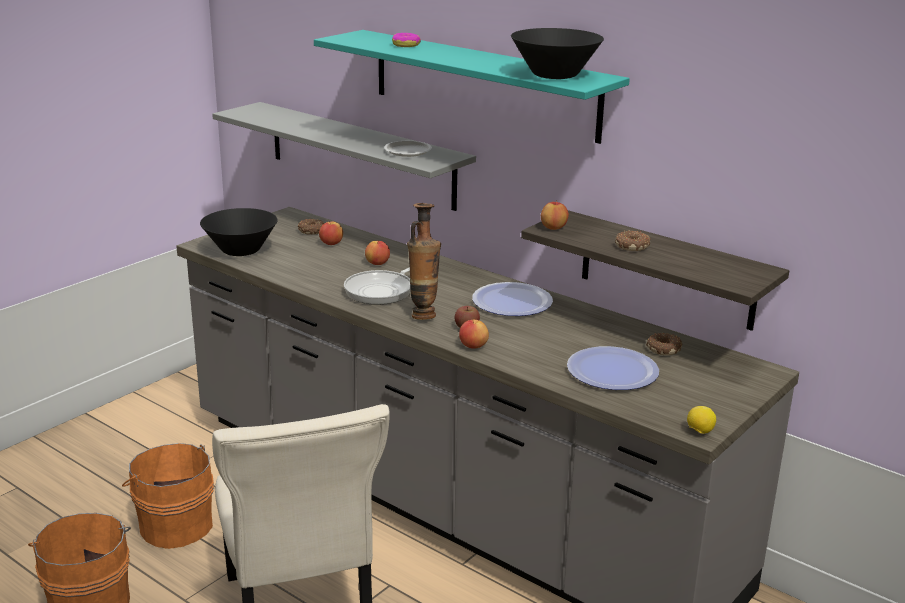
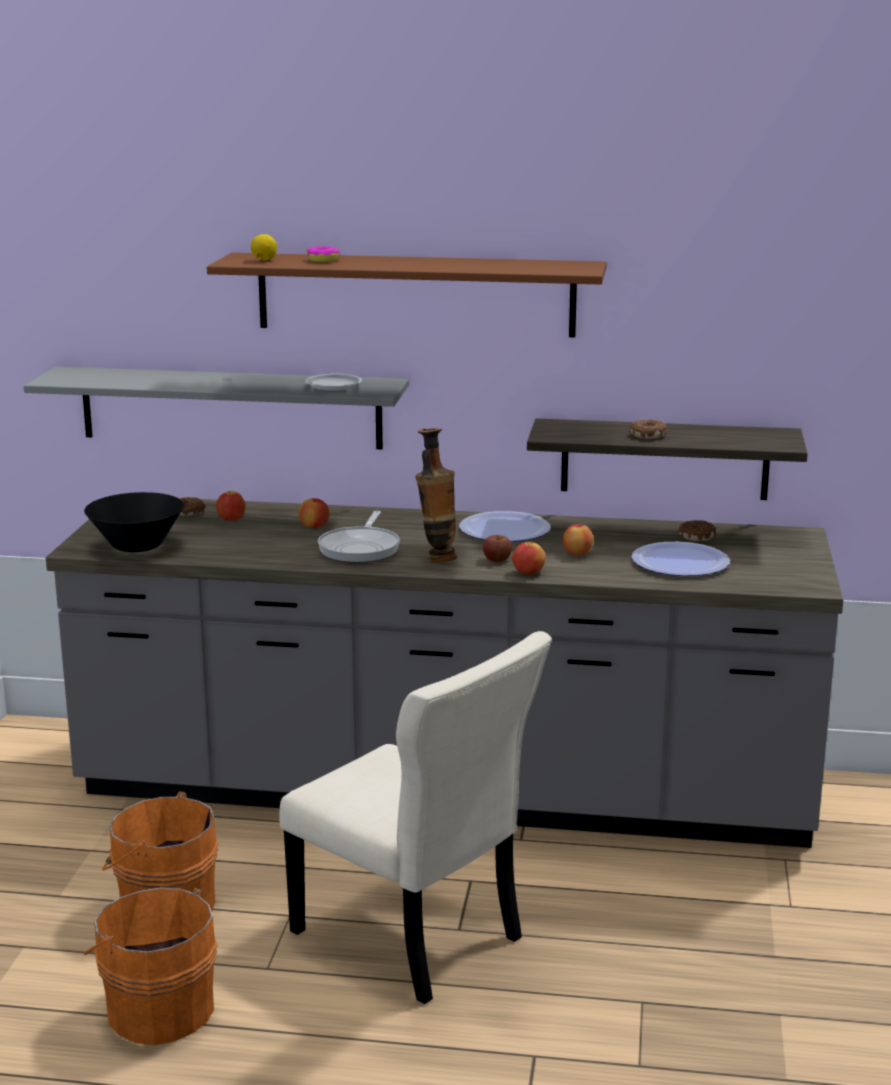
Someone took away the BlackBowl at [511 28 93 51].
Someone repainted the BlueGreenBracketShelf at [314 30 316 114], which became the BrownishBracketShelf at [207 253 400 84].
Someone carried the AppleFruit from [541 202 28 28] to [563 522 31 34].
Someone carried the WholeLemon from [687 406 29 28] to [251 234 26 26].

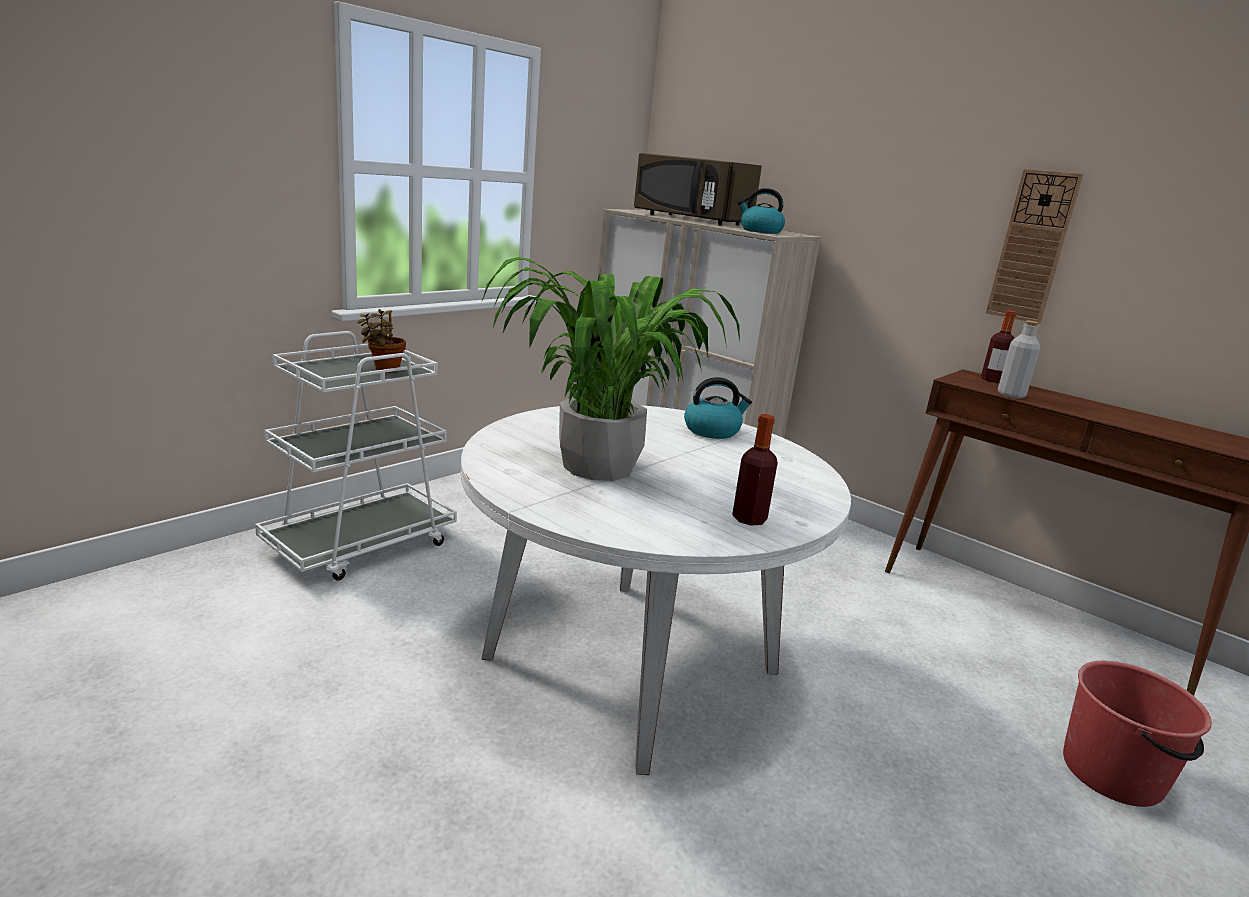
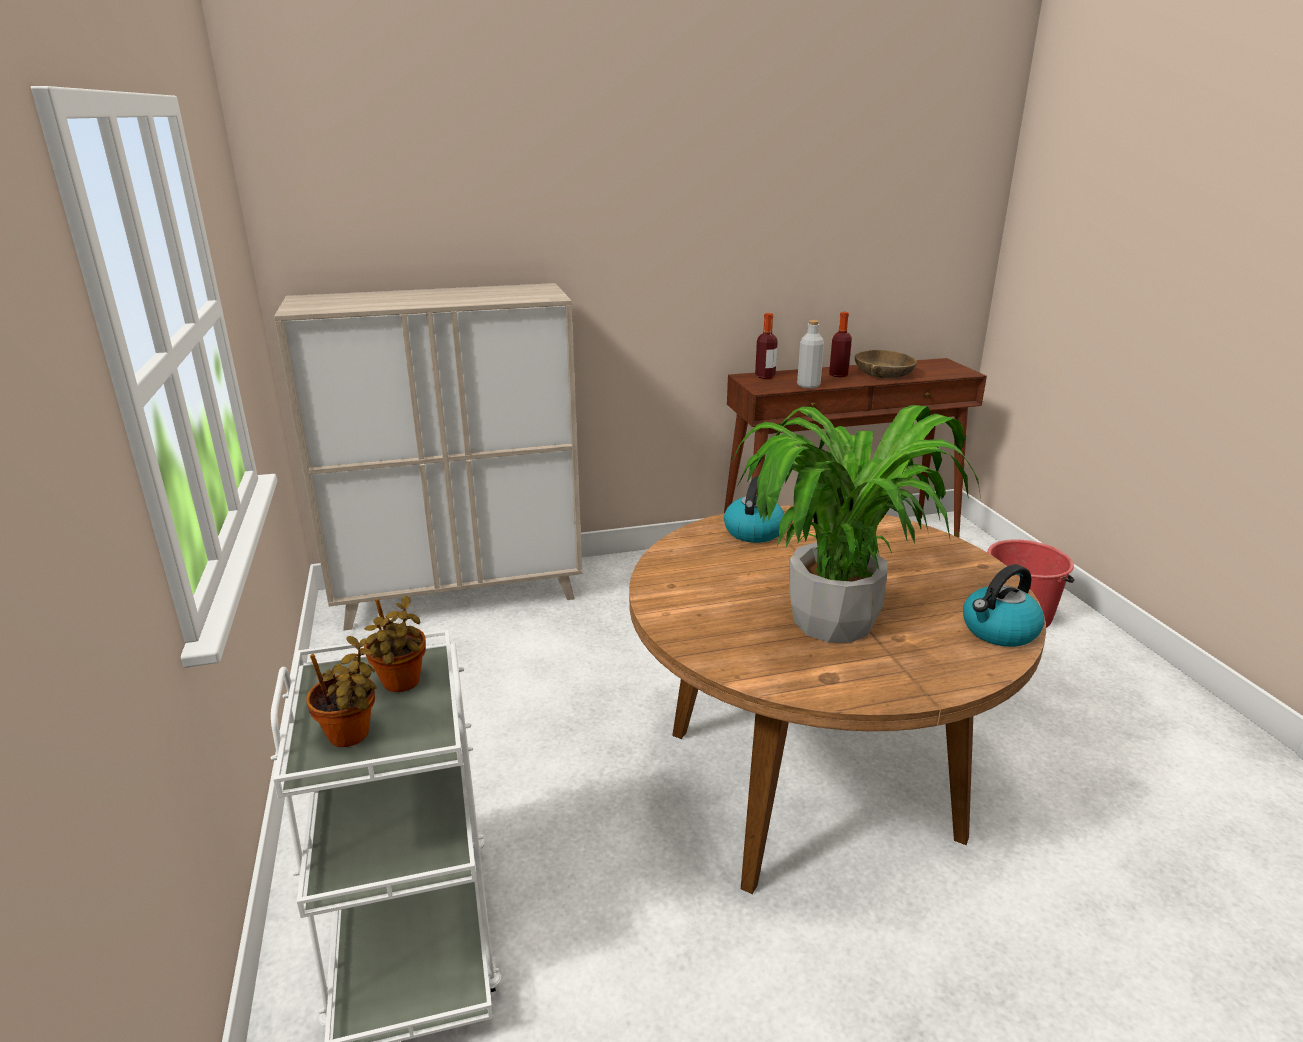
Someone took away the BrownishKitchenMicrowave at [634 153 128 73].
Someone took away the ClockOnTheWall at [986 169 98 155].
Someone carried the Kettle from [738 188 47 46] to [963 564 82 83].
Someone repainted the WhiteColouredDinnerTable at [461 405 390 370], which became the BrownishDinnerTable at [629 505 417 389].
Someone carried the BeverageBottle from [732 414 46 112] to [829 312 23 65].
Someone put down the BrownishBowl at [855 350 62 28].
Someone put down the PottedPlant at [306 636 71 111].

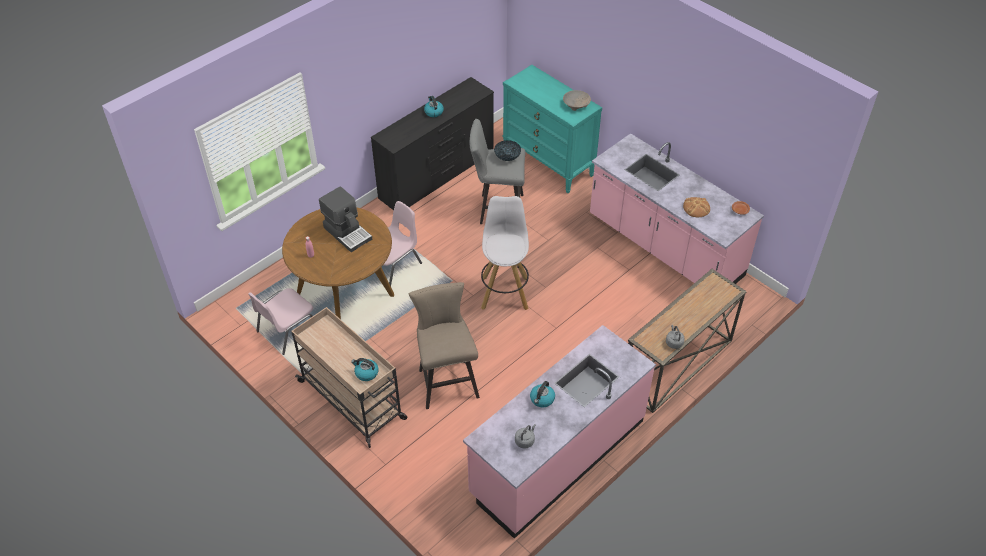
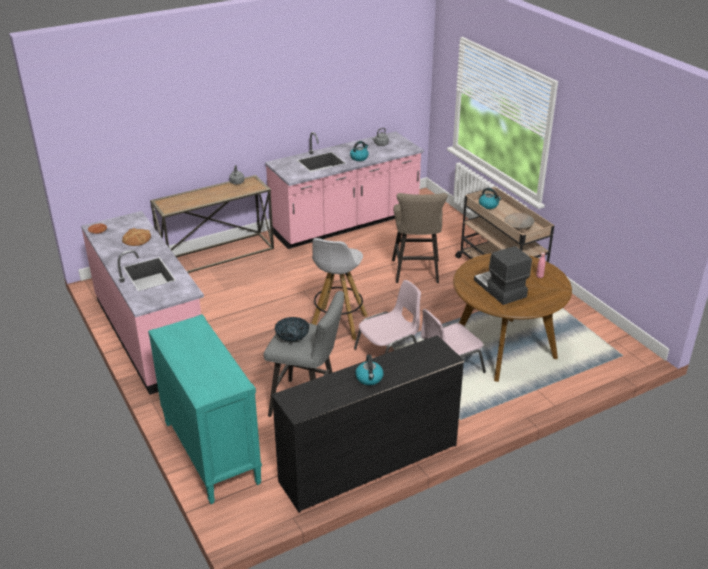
Someone carried the BeigeBowl from [563 90 28 21] to [505 213 30 18].
Someone carried the PinkishPlainChair from [248 288 65 67] to [354 280 67 74].

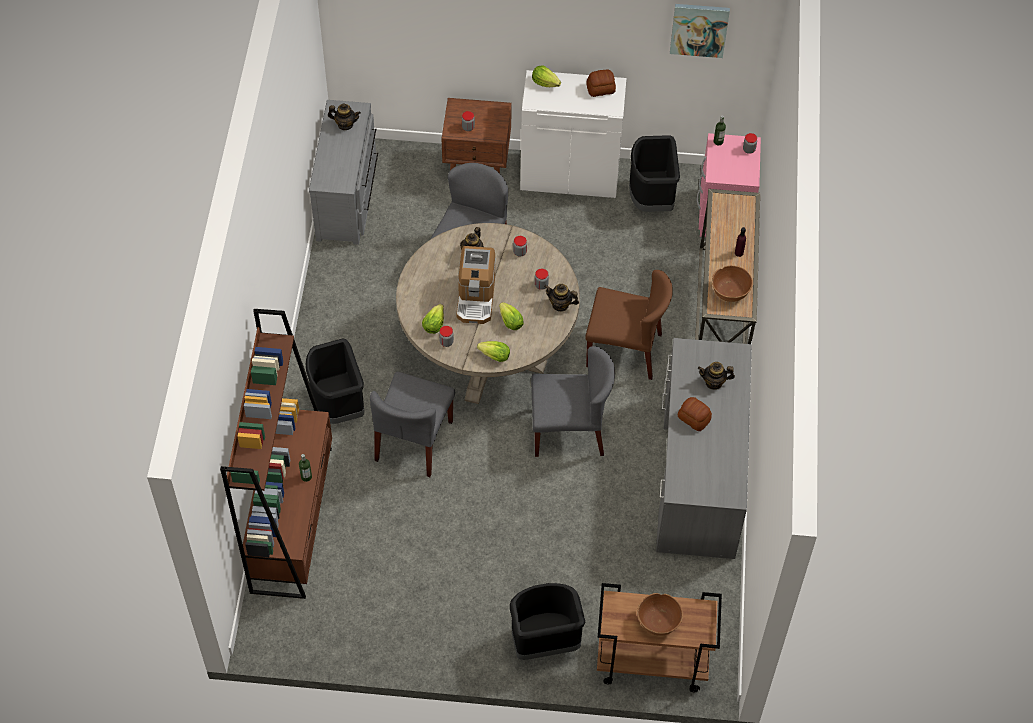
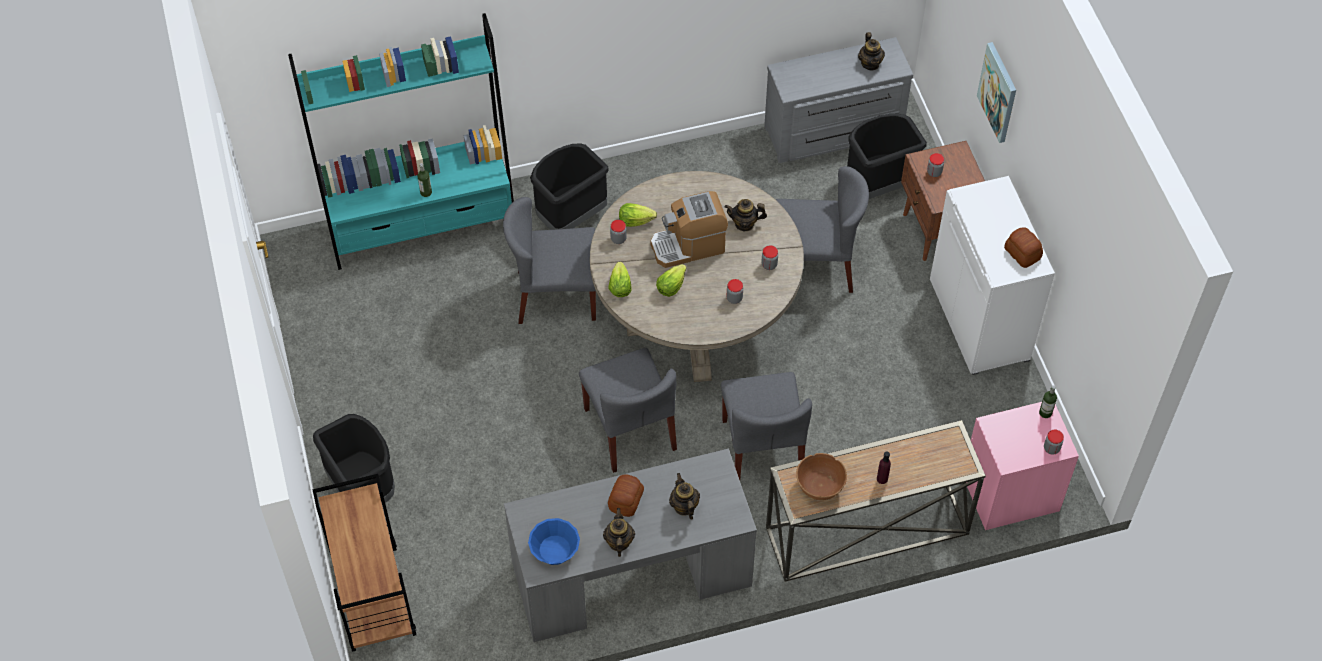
Someone carried the WallPicture from [670 4 60 54] to [977 42 39 101].
Someone took away the HeadOfLettuce at [532 65 29 22].
Someone carried the BlackWasteBin from [629 135 51 77] to [847 114 80 85].
Someone repainted the BrownishPlainChair at [585 270 88 110], which became the GreyPlainChair at [721 372 91 108].
Someone carried the PotForTea from [544 284 35 28] to [603 508 32 49].
Someone repainted the BrownishBookcase at [220 309 112 290], which became the BlueGreenBookcase at [288 13 226 257].
Someone took away the BrownishBowl at [637 593 46 42].
Someone put down the BlueColouredBowl at [528 518 52 47].

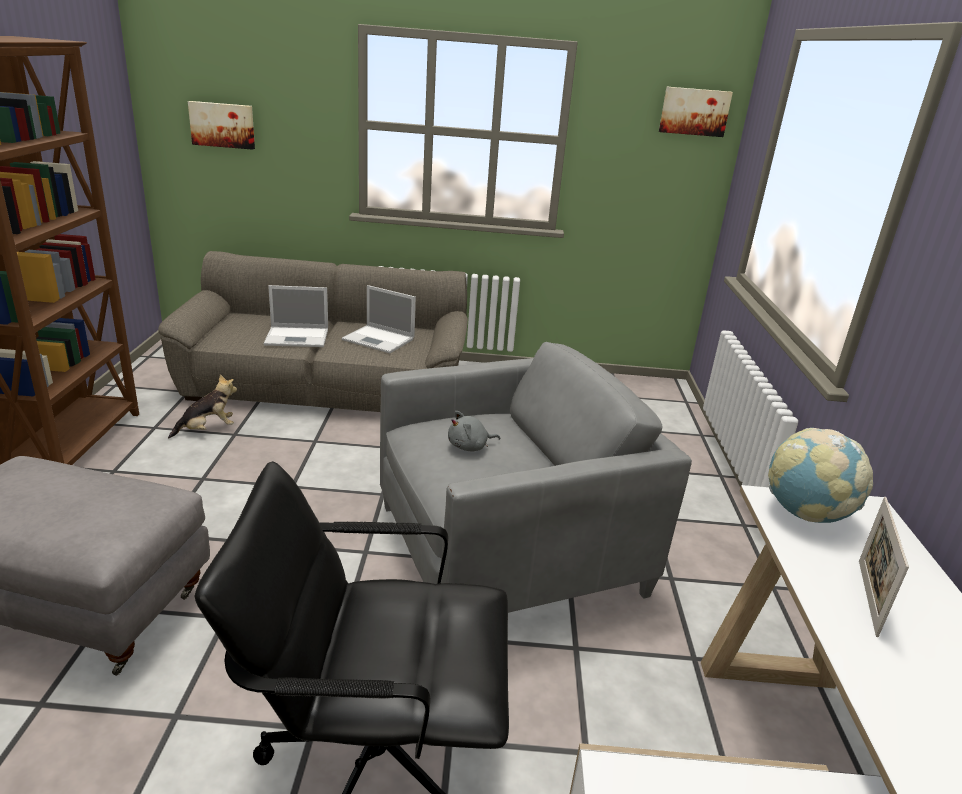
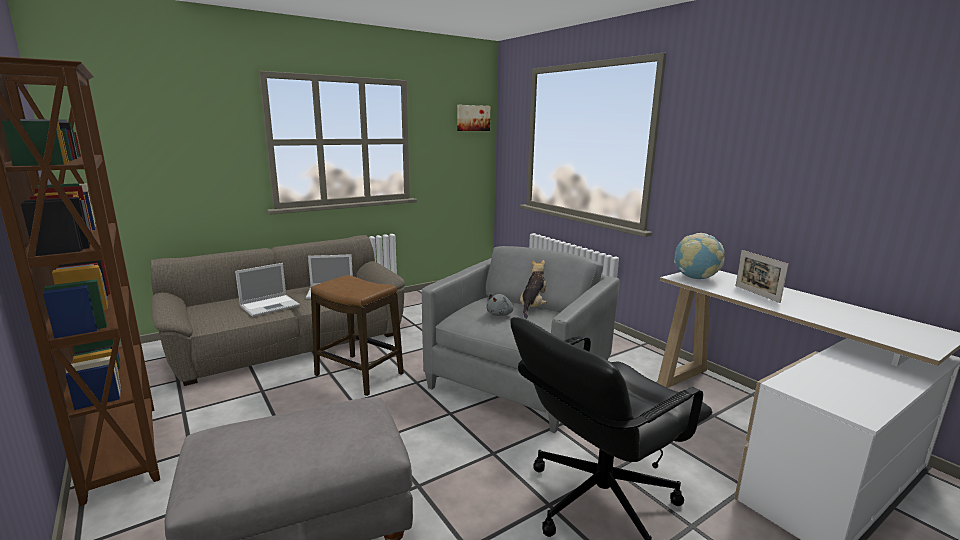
Someone took away the WallPicture at [188 101 67 49].
Someone carried the PlushToy from [168 374 69 65] to [520 260 27 59].
Someone put down the Stool at [311 275 93 121].

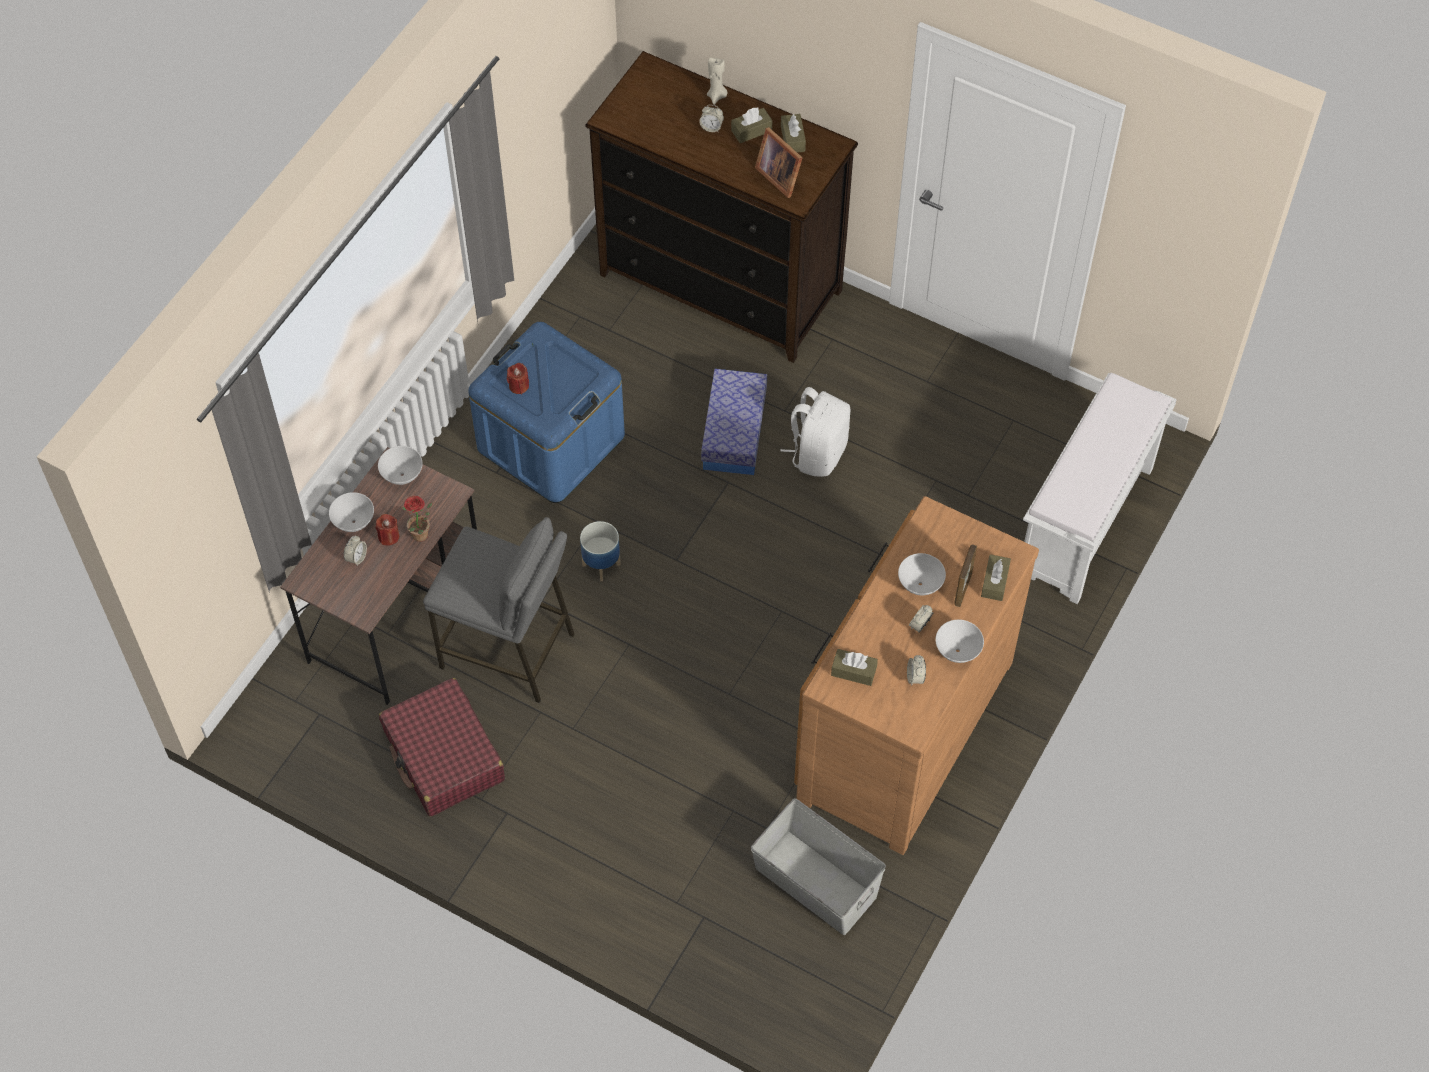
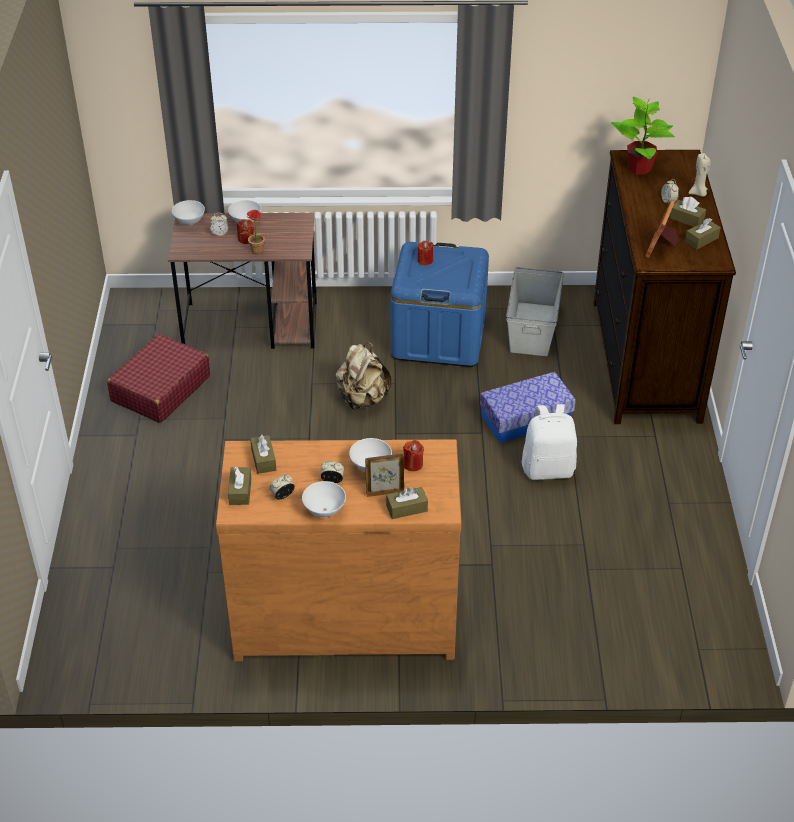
Someone took away the WhiteColouredIndoorBench at [1023 373 154 231].
Someone carried the WhiteColouredBowl from [378 446 44 39] to [172 200 33 25].
Someone took away the GreyStool at [423 517 152 186].
Someone swapped the Planter at [580 521 41 60] for the BeigeBackpack at [336 343 56 67].
Someone carried the GreyStorageBin from [751 798 135 137] to [506 267 58 89].
Someone put down the PottedPlant at [611 97 64 78].
Someone put down the ReddishWaxLight at [403 440 21 31].
Someone put down the BrownishBoxOfTissues at [228 467 23 38].

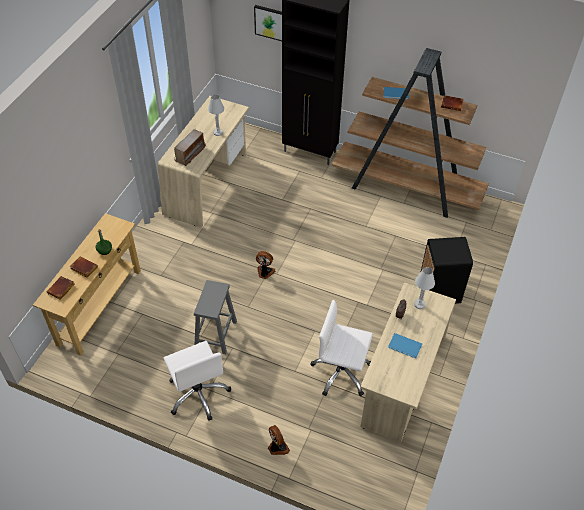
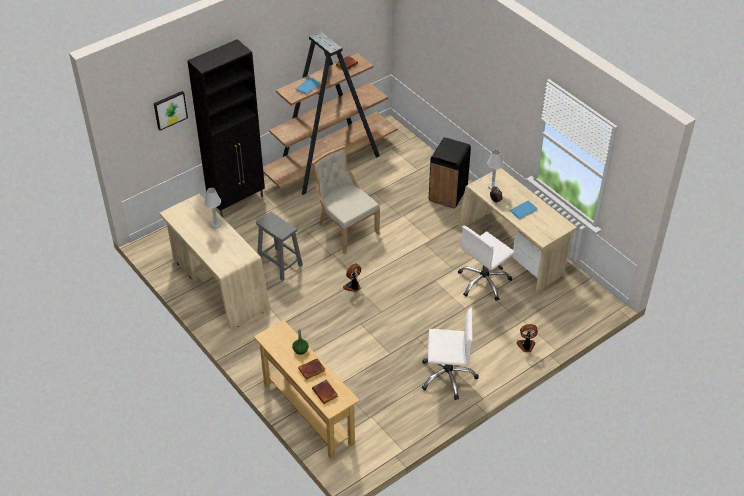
Someone took away the RadioSet at [174 129 32 37].
Someone carried the GreyStool from [194 280 43 74] to [256 212 47 69].
Someone put down the BeigePlainChair at [312 146 68 108].

